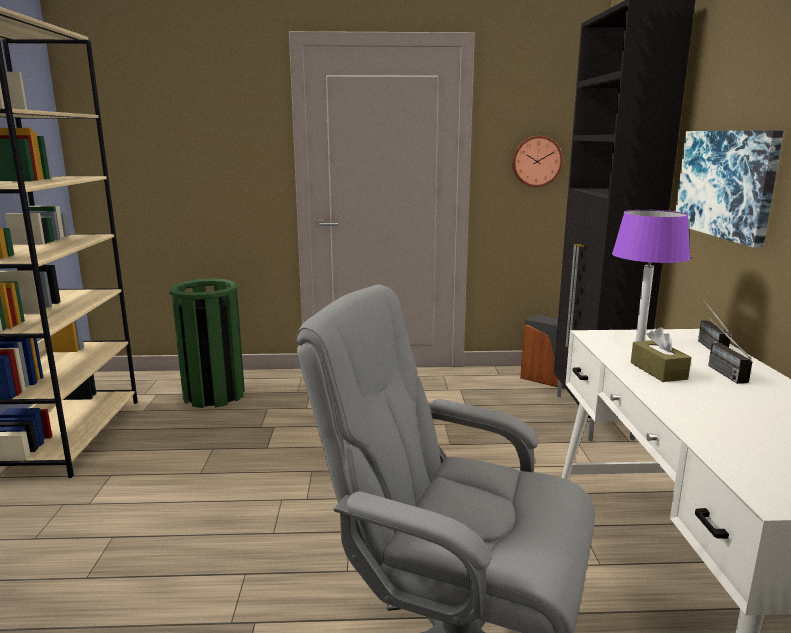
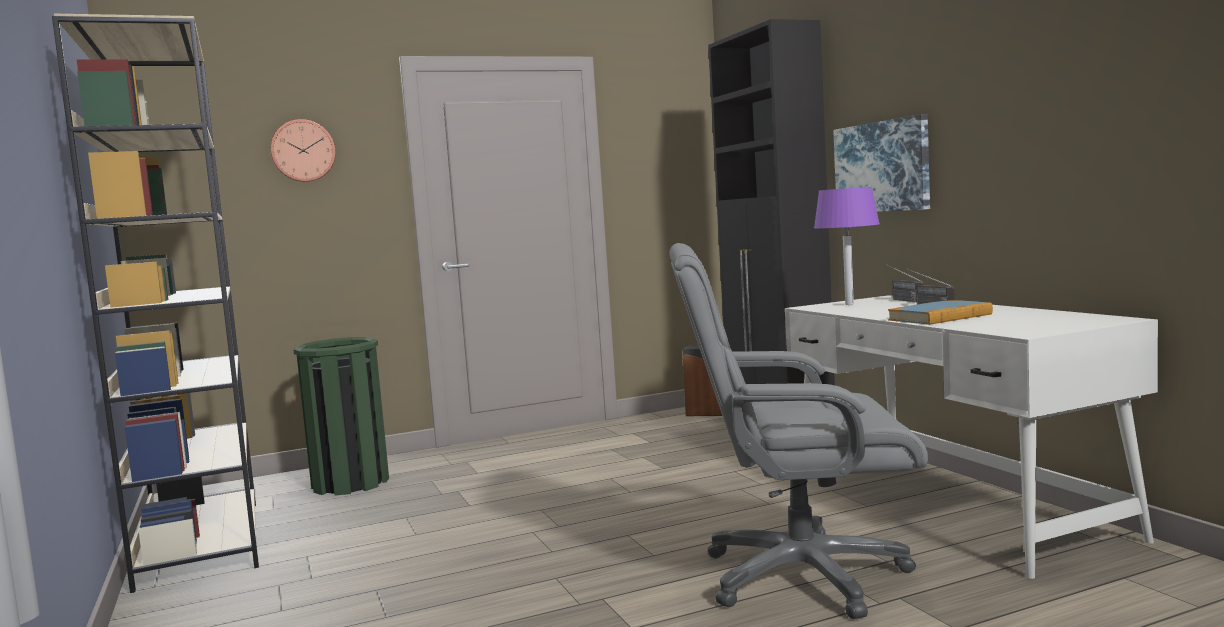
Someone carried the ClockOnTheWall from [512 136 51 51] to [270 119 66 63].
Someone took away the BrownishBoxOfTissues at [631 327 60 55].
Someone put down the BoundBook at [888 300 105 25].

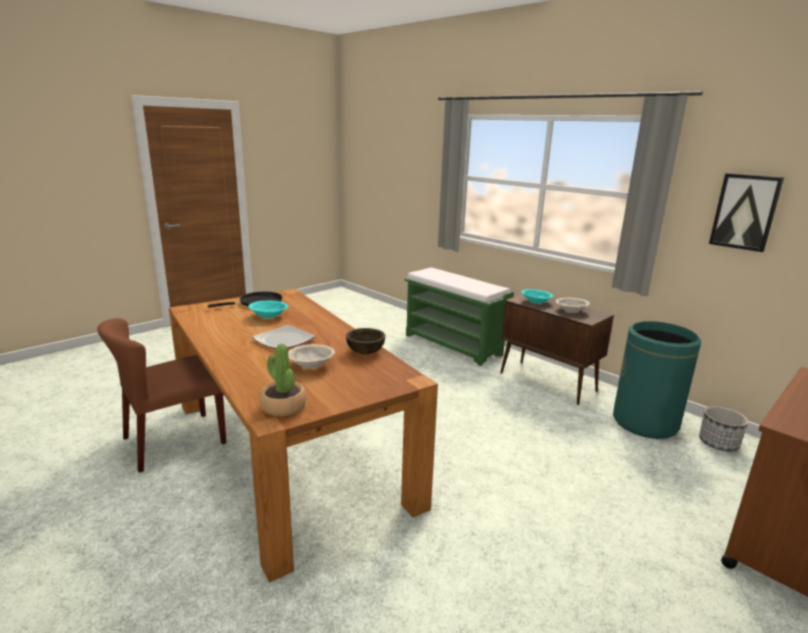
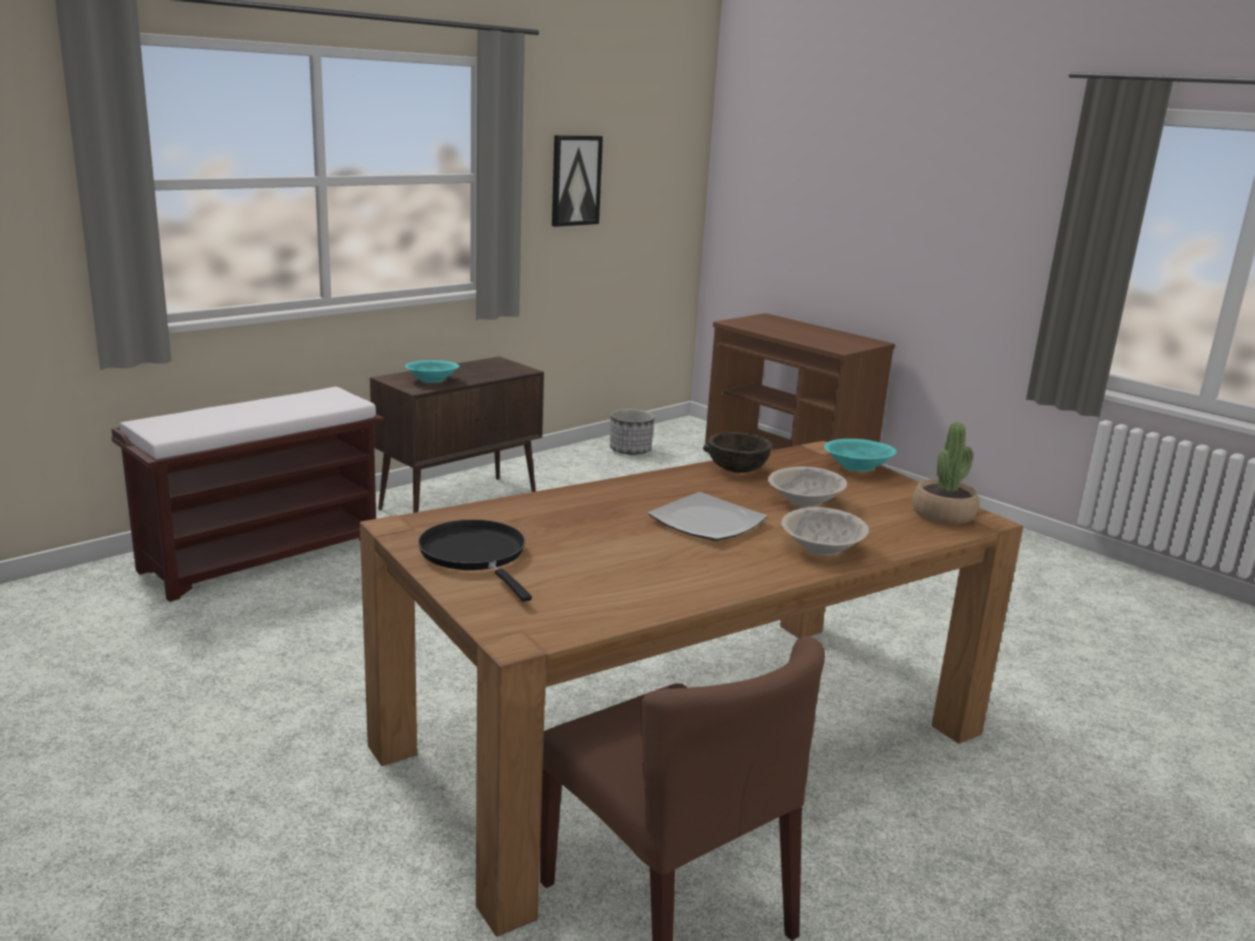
Someone repainted the GreenColouredIndoorBench at [404 267 110 99], which became the BrownishIndoorBench at [111 387 273 215].
Someone carried the BeigeBowl from [556 298 34 15] to [781 507 88 49].
Someone carried the BlueGreenBowl from [248 301 40 17] to [824 439 73 33].
Someone took away the GreenColouredWasteBin at [613 321 88 118].

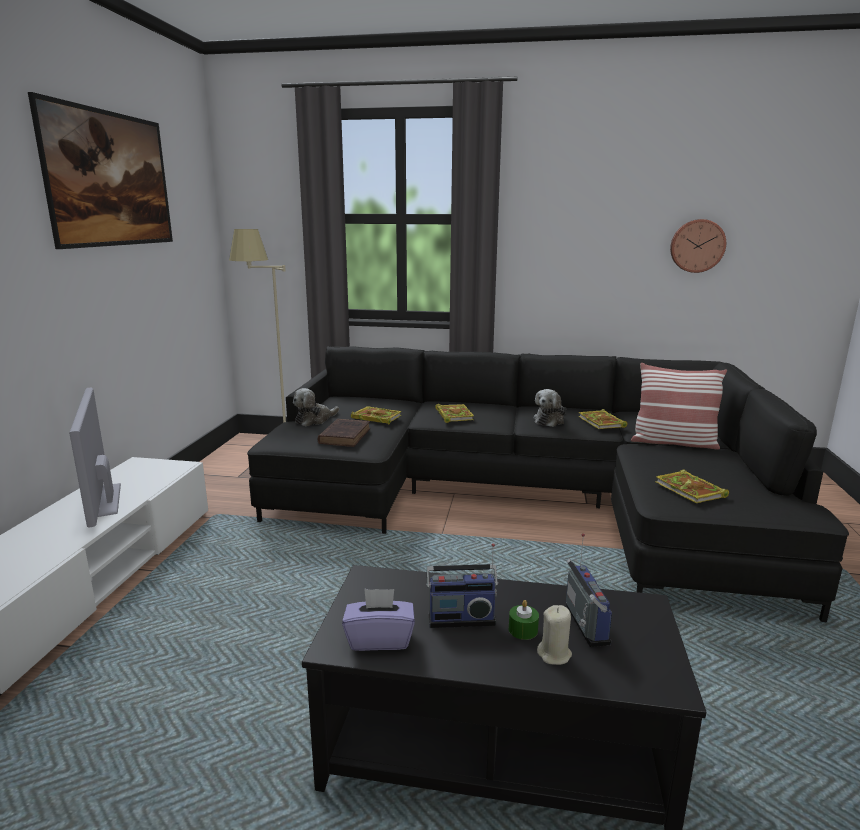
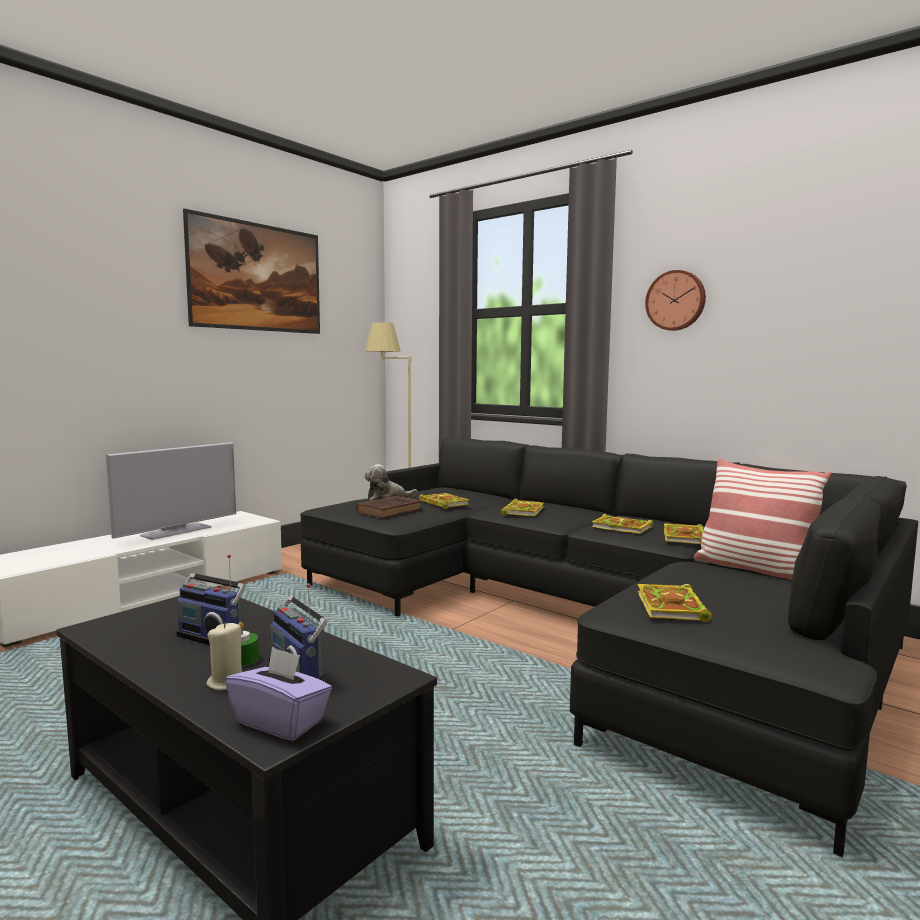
Someone carried the ClockOnTheWall from [670 219 56 54] to [645 270 61 61].
Someone rotated the Television at [69 388 52 139] by 150 degrees counterclockwise.
Someone swapped the PlushToy at [534 389 32 38] for the BoundBook at [592 514 61 20].
Someone rotated the RadioSet at [566 533 46 114] by 120 degrees clockwise.
Someone carried the PurplishBoxOfTissues from [342 589 73 62] to [225 646 107 95].

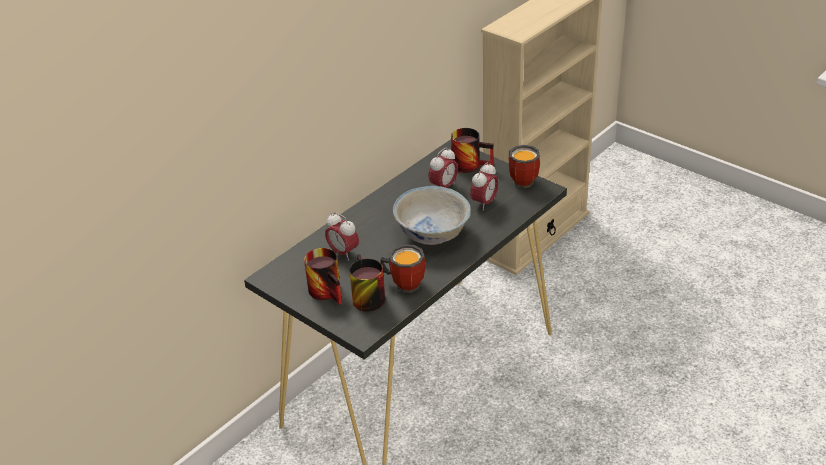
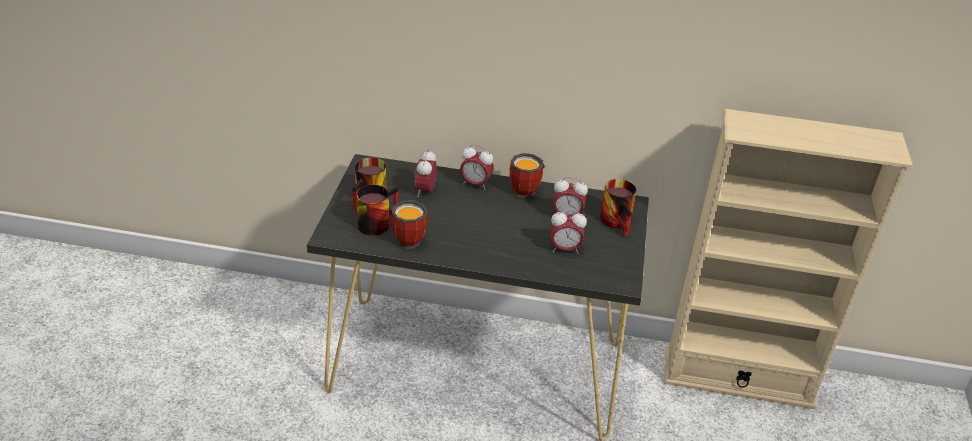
Someone carried the Mug from [509 145 31 43] to [510 153 35 45].
Someone took away the WhiteColouredBowl at [393 186 78 59].
Someone put down the TableClock at [460 145 34 45].

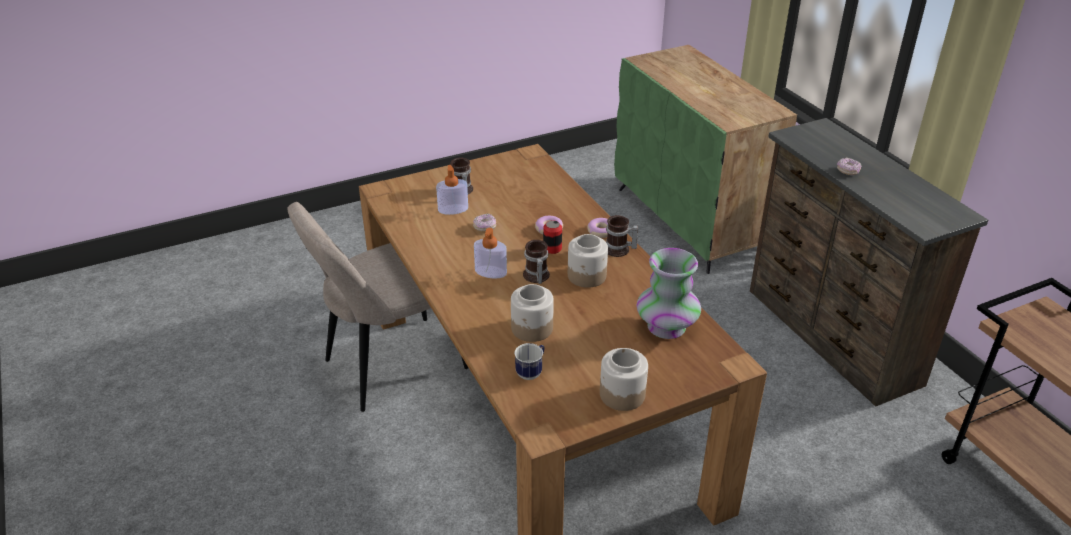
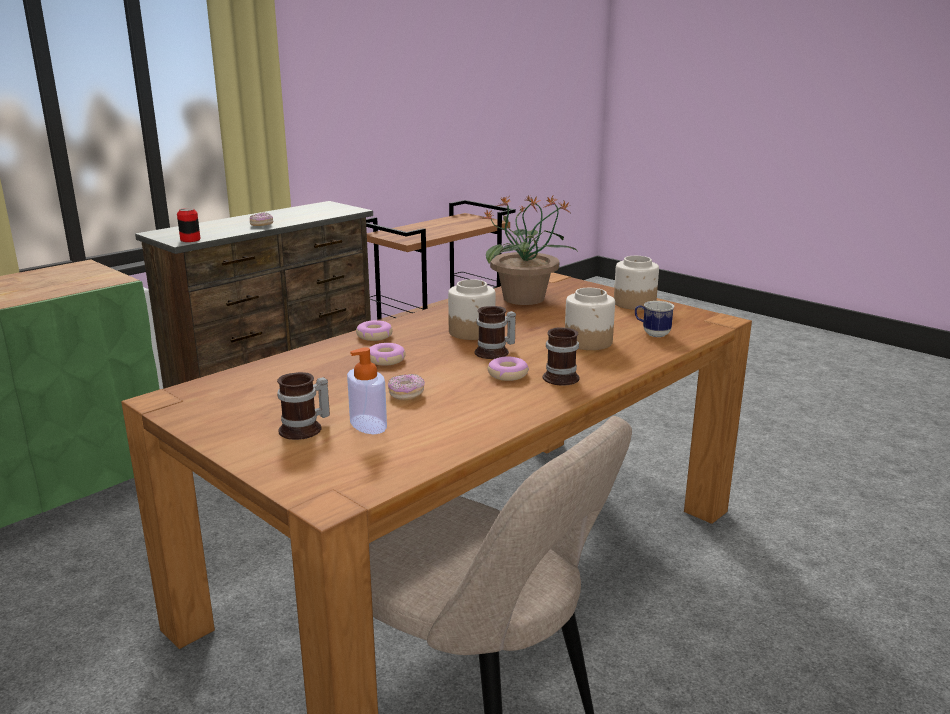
Someone carried the Mug from [606 215 32 42] to [543 327 36 59].
Someone carried the MetalCan from [543 221 19 33] to [177 208 23 34].
Someone swapped the SoapBottle at [474 228 33 51] for the Doughnut at [488 357 41 24].
Someone swapped the Vase at [637 248 64 91] for the PottedPlant at [480 195 97 110].

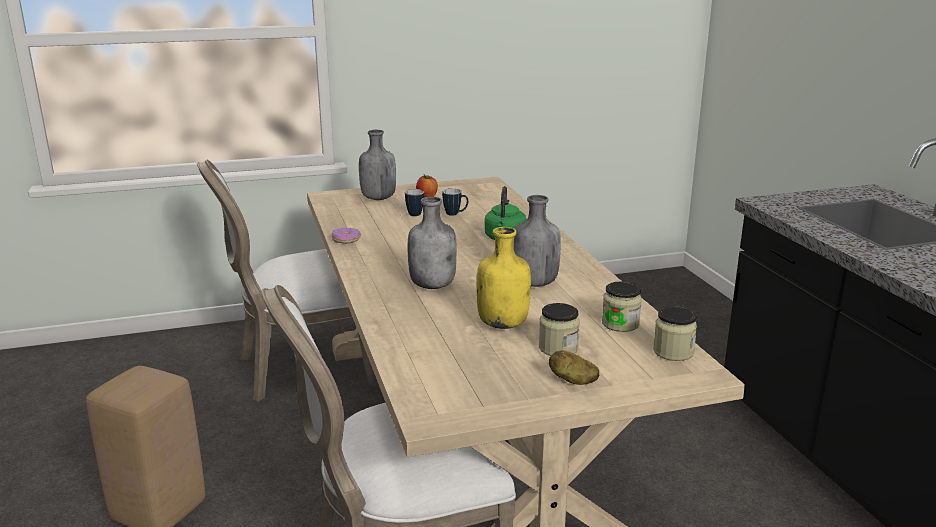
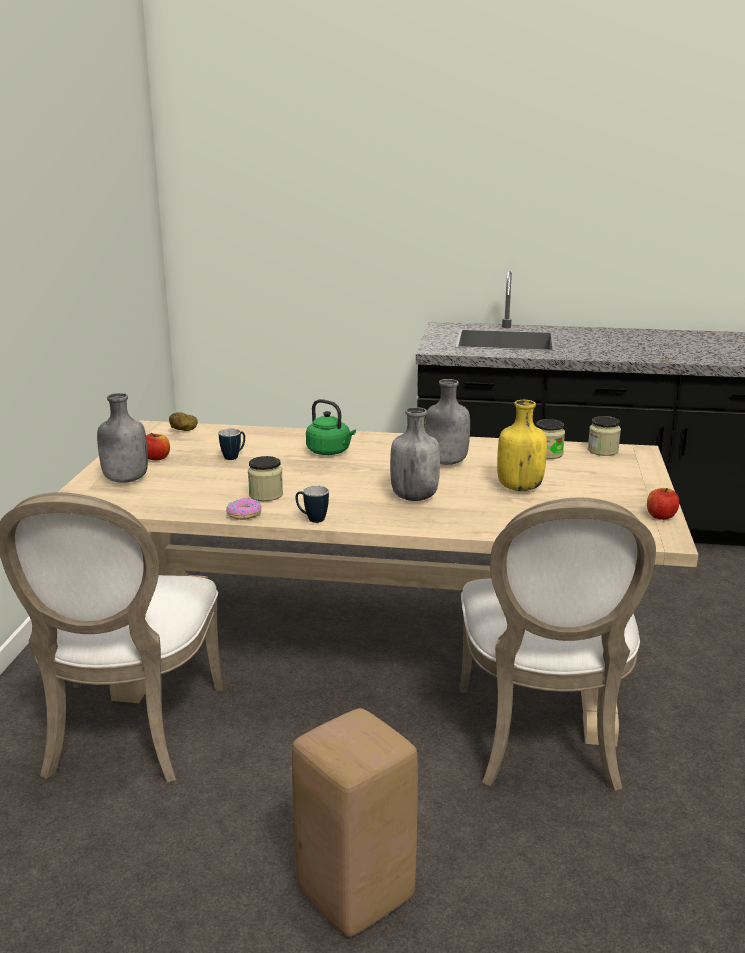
Someone carried the Mug from [405 189 19 27] to [296 486 33 37].
Someone carried the PreserveJar from [539 303 41 53] to [248 456 35 45].
Someone carried the Spud from [549 351 50 34] to [169 412 28 19].
Someone put down the AppleFruit at [647 488 32 32].

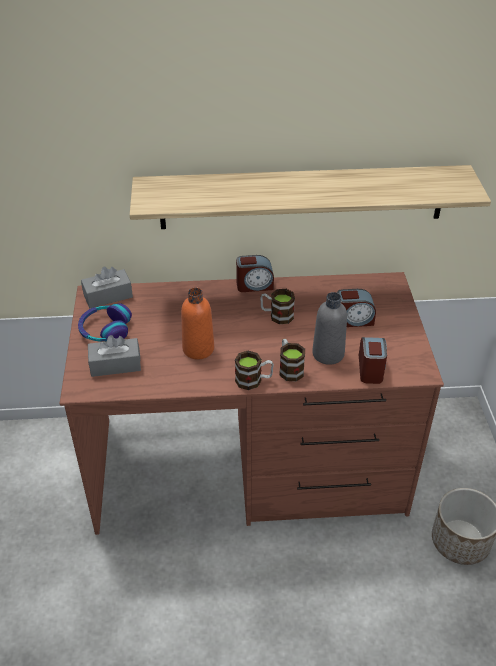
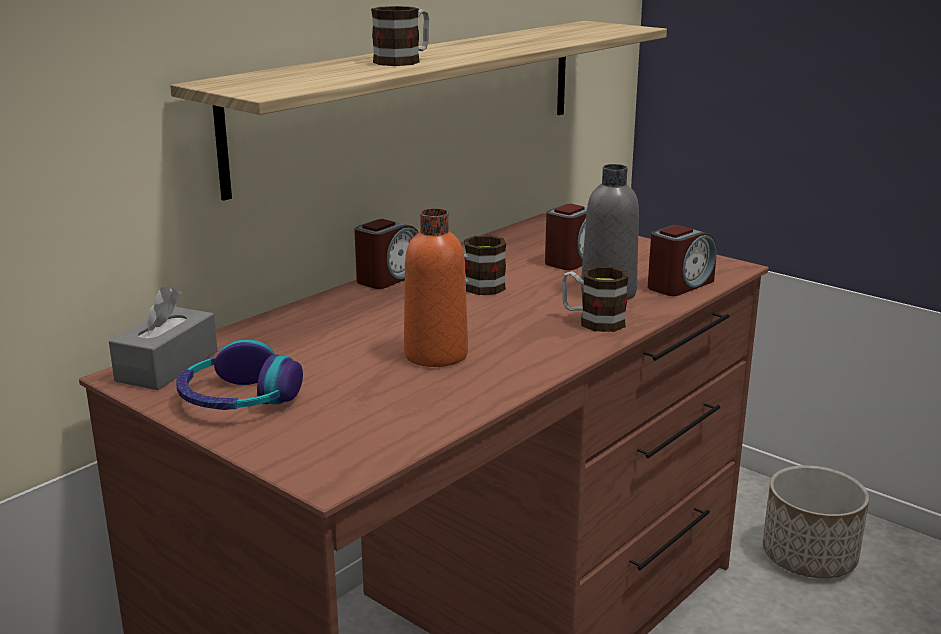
Someone took away the GreyBoxOfTissues at [88 335 53 42].
Someone rotated the TableClock at [359 337 28 47] by 90 degrees clockwise.
Someone carried the Mug from [235 351 39 39] to [371 6 58 60].

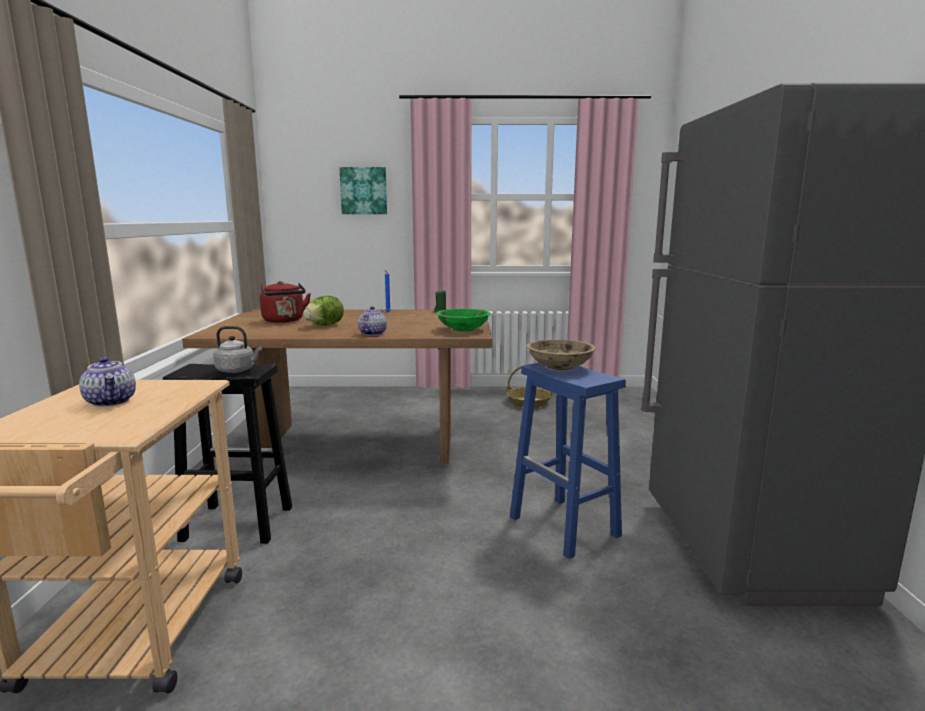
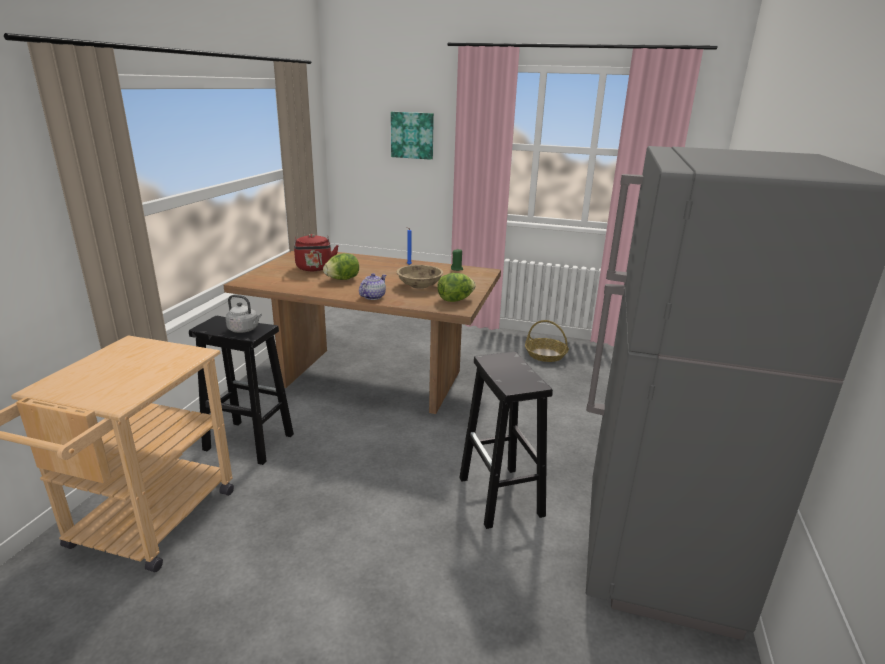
Someone swapped the GreenColouredBowl at [436 309 54 23] for the HeadOfLettuce at [437 273 39 29].
Someone carried the BeigeBowl from [527 339 69 32] to [397 265 46 24].
Someone took away the PotForTea at [79 357 57 50].
Someone repainted the BlueColouredStool at [510 363 116 196], which became the BlackStool at [459 352 94 177].

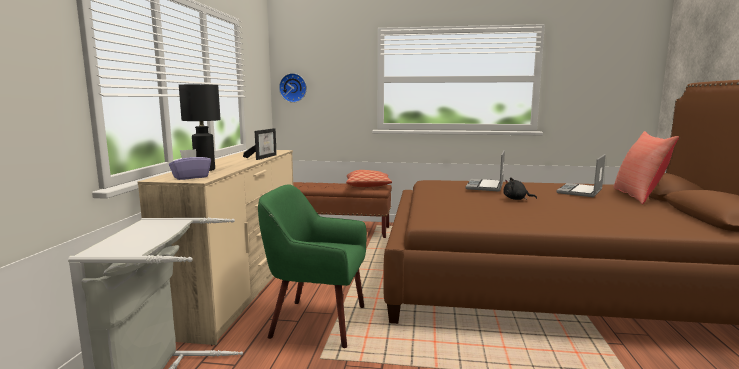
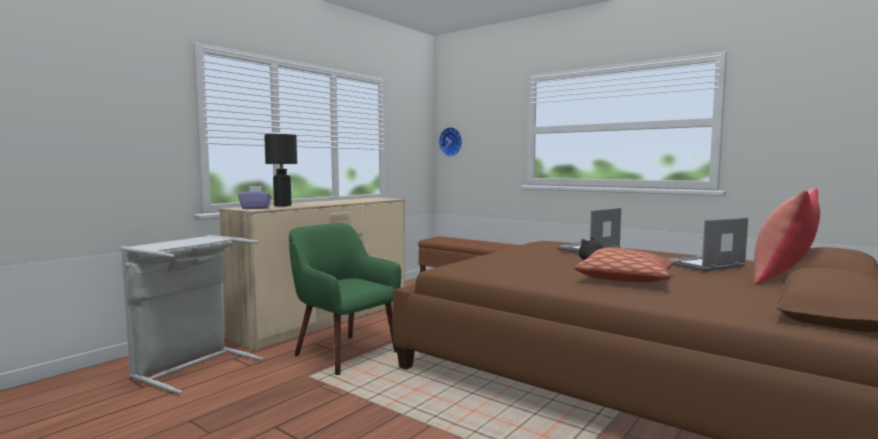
Someone took away the PhotoFrame at [243 128 34 32].
Someone carried the Cushion from [346 170 46 17] to [574 247 100 36].

